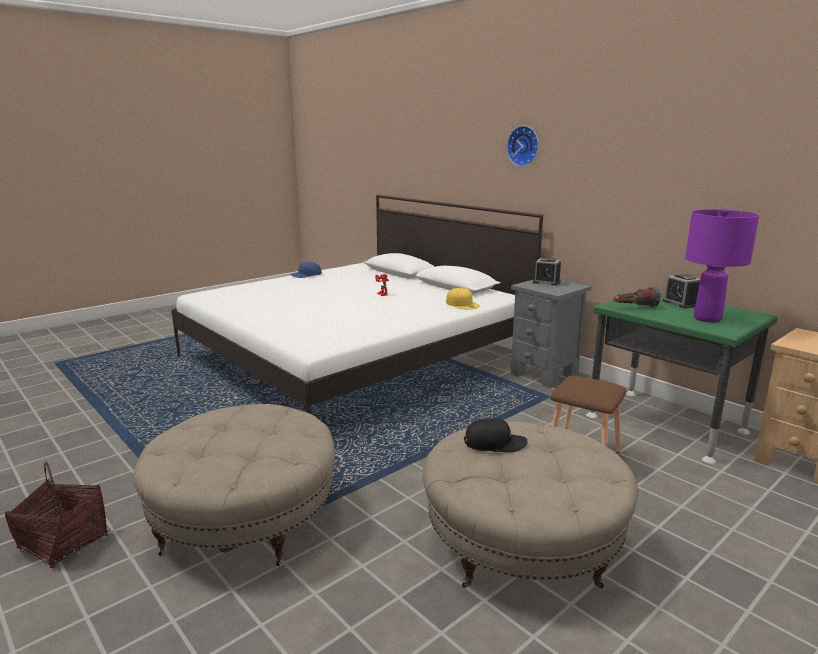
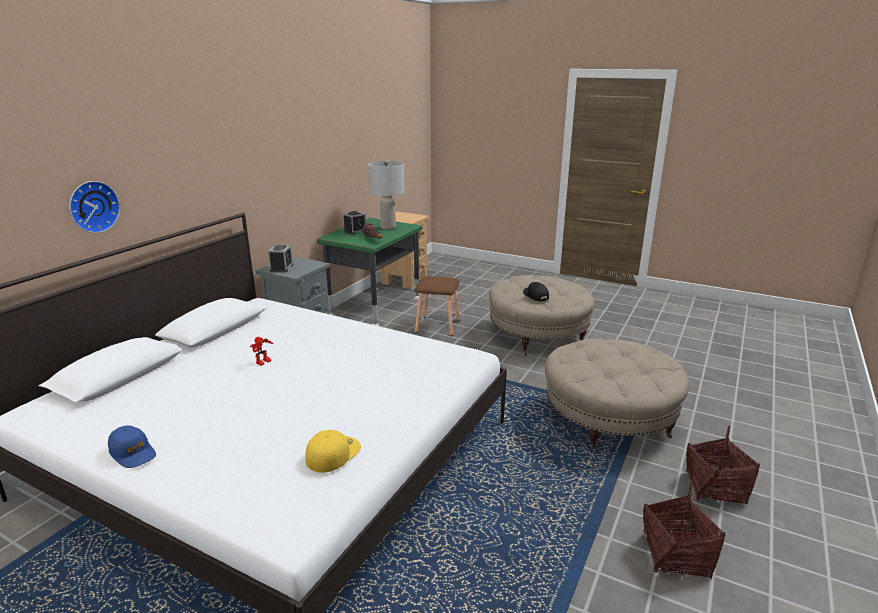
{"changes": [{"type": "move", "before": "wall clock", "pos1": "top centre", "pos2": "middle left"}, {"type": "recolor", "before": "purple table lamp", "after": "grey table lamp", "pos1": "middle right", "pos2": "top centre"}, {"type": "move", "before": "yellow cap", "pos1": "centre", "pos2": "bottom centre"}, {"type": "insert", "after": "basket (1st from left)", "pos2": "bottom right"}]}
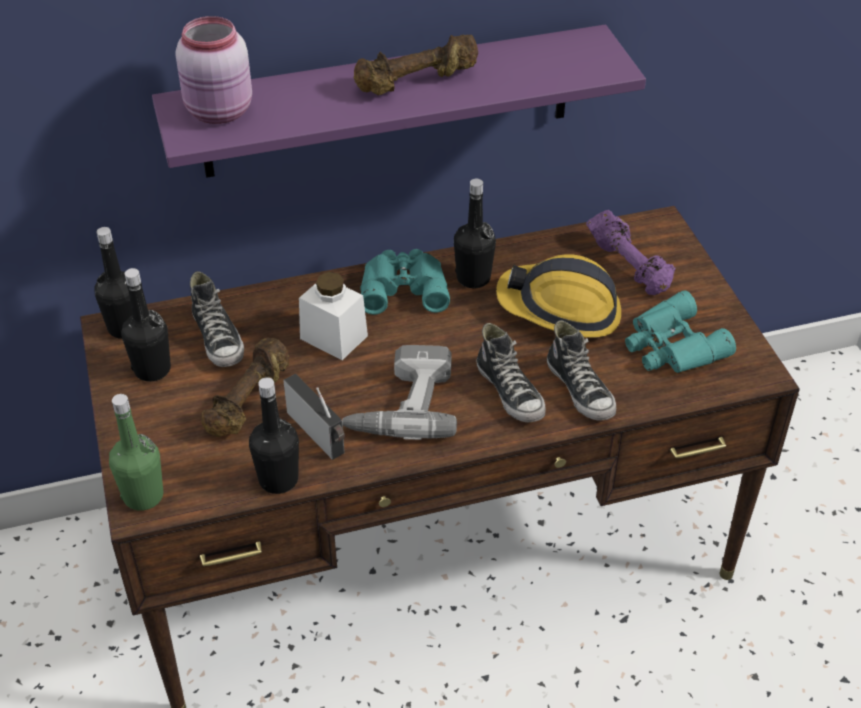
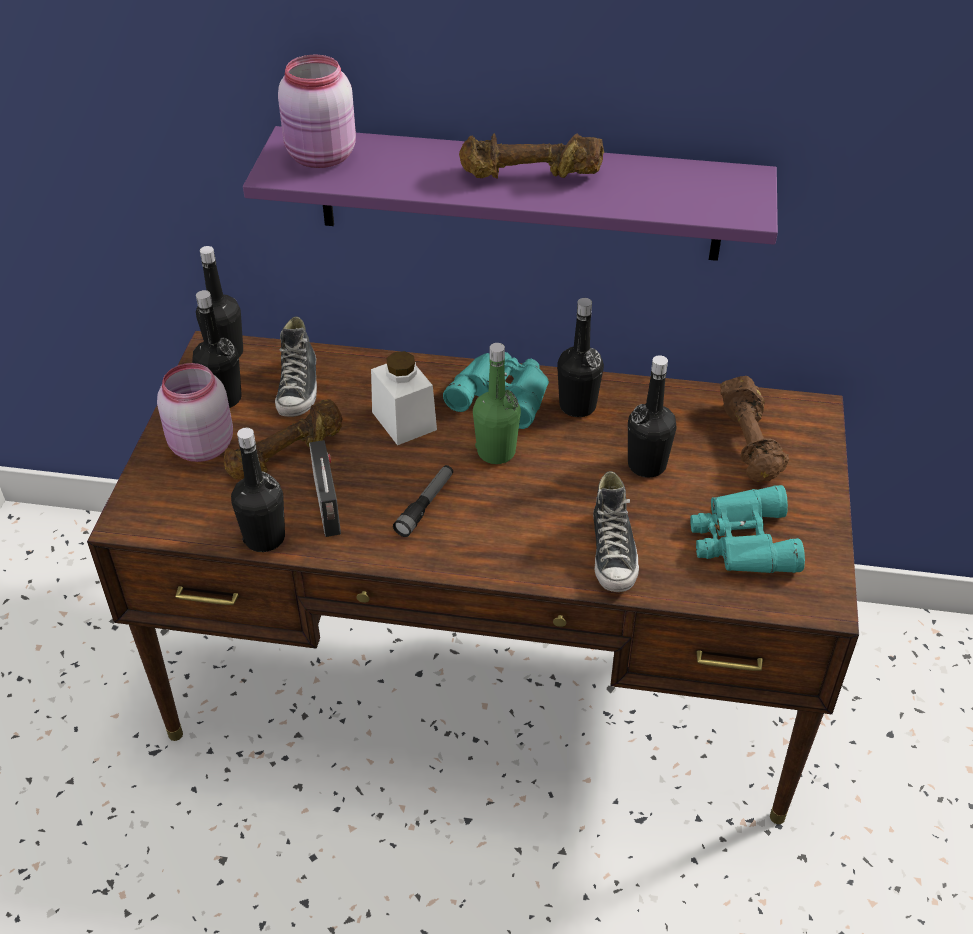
{"changes": [{"type": "recolor", "before": "purple dumbbell", "after": "brown dumbbell (3rd from left)", "pos1": "middle right", "pos2": "middle right"}, {"type": "replace", "before": "hard hat", "after": "black bottle (5th from left)", "pos1": "centre", "pos2": "middle right"}, {"type": "delete", "before": "shoe (2nd from left)", "pos1": "centre"}, {"type": "replace", "before": "power drill", "after": "flashlight", "pos1": "centre", "pos2": "centre"}, {"type": "move", "before": "green bottle", "pos1": "middle left", "pos2": "centre"}, {"type": "insert", "after": "pink jar (1st from left)", "pos2": "middle left"}]}
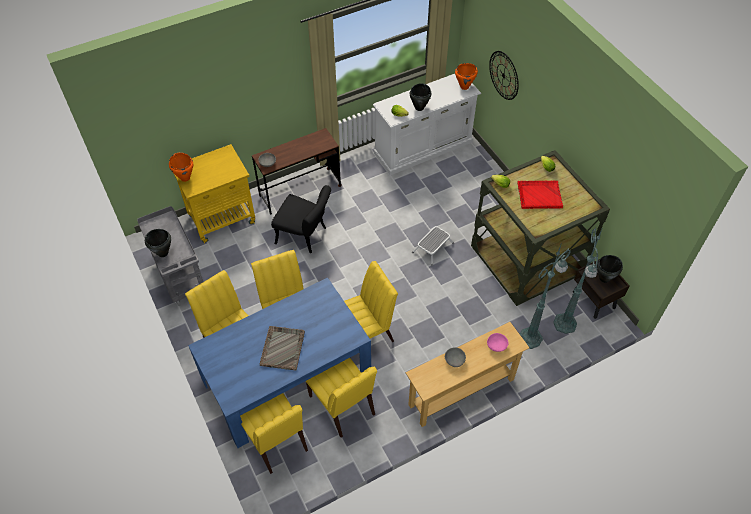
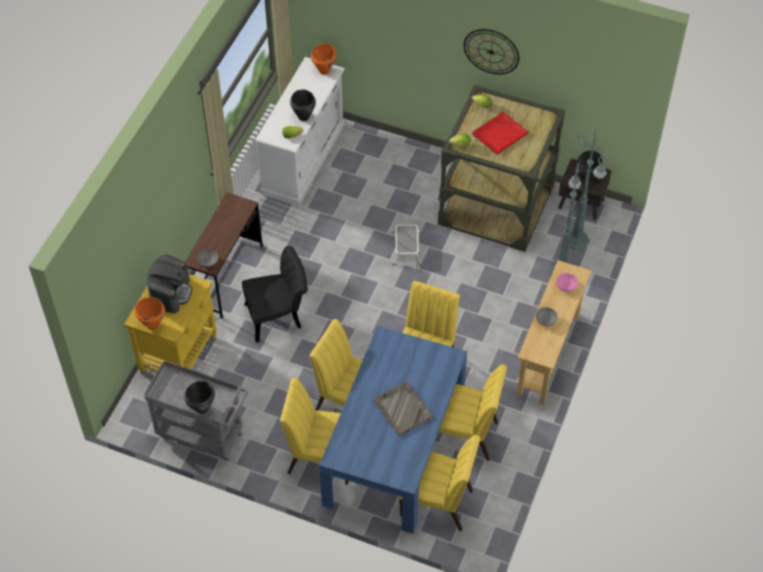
{"changes": [{"type": "move", "before": "wall clock", "pos1": "top right", "pos2": "top centre"}, {"type": "insert", "after": "coffee machine", "pos2": "middle left"}]}
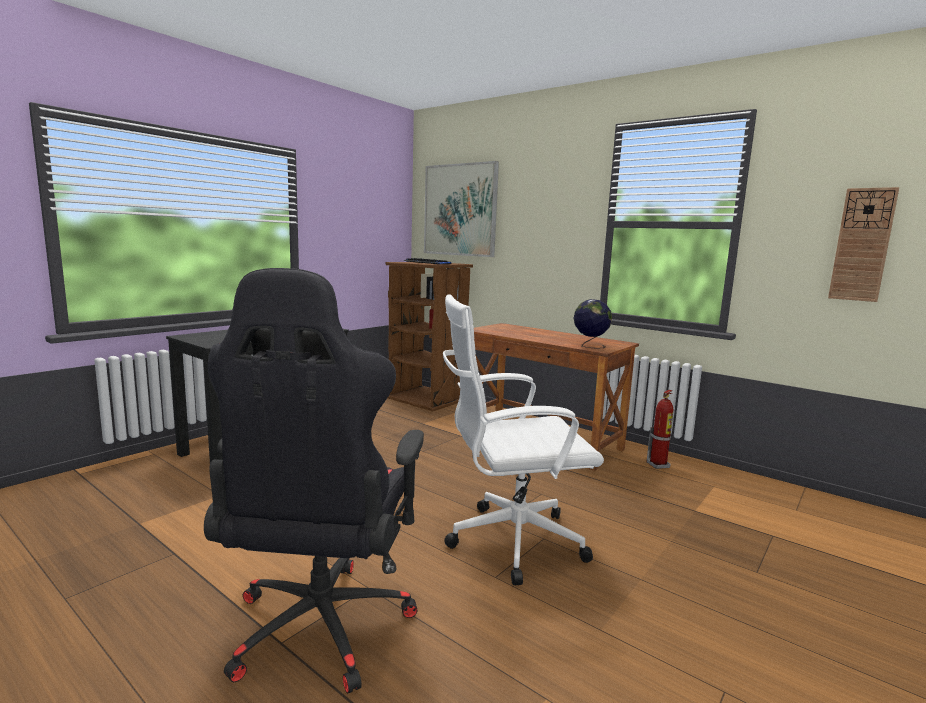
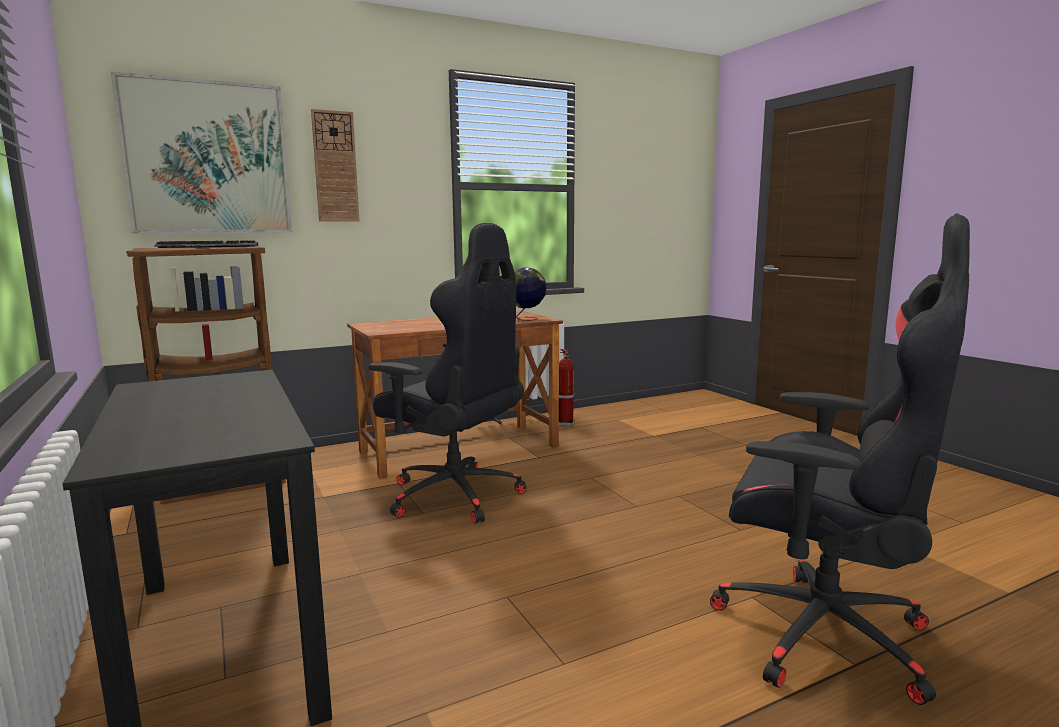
{"changes": [{"type": "move", "before": "wall clock", "pos1": "middle right", "pos2": "top left"}, {"type": "delete", "before": "white office chair", "pos1": "centre"}, {"type": "insert", "after": "black office chair (1st from left)", "pos2": "centre"}]}
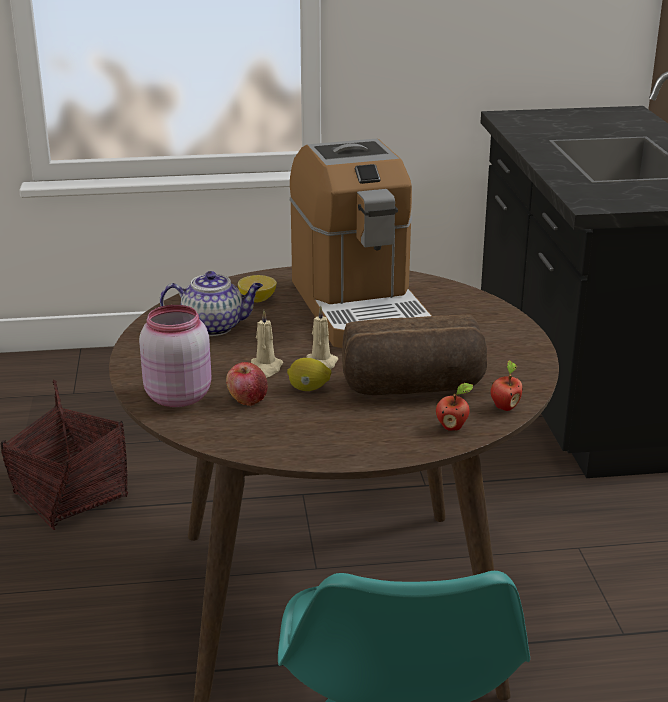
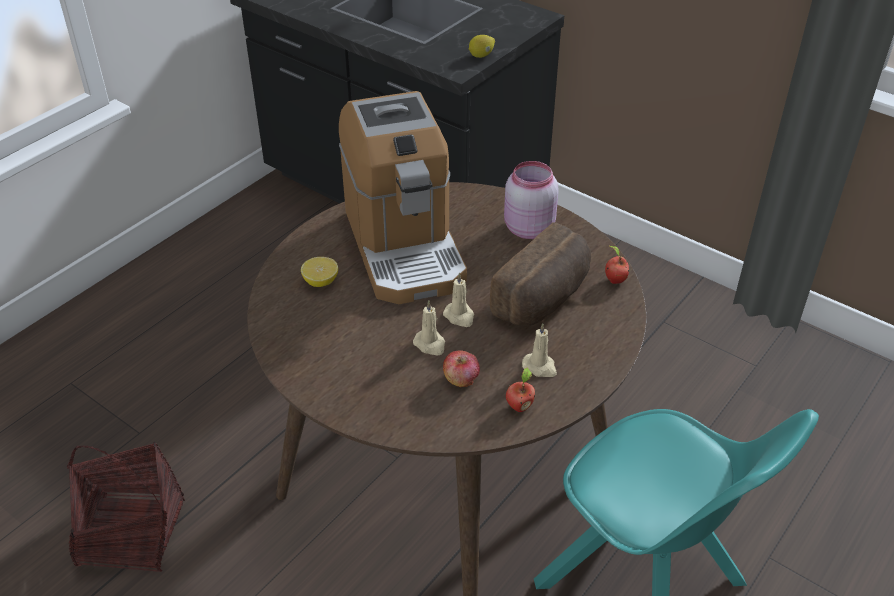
{"changes": [{"type": "rotate", "before": "coffee machine", "pos1": "centre", "pos2": "top centre", "turn": 45}, {"type": "delete", "before": "teapot", "pos1": "middle left"}, {"type": "move", "before": "pink jar", "pos1": "middle left", "pos2": "centre"}, {"type": "move", "before": "lemon (2nd from left)", "pos1": "centre", "pos2": "top centre"}, {"type": "move", "before": "apple (2nd from left)", "pos1": "middle right", "pos2": "centre"}, {"type": "insert", "after": "beige candle (3rd from left)", "pos2": "centre"}]}
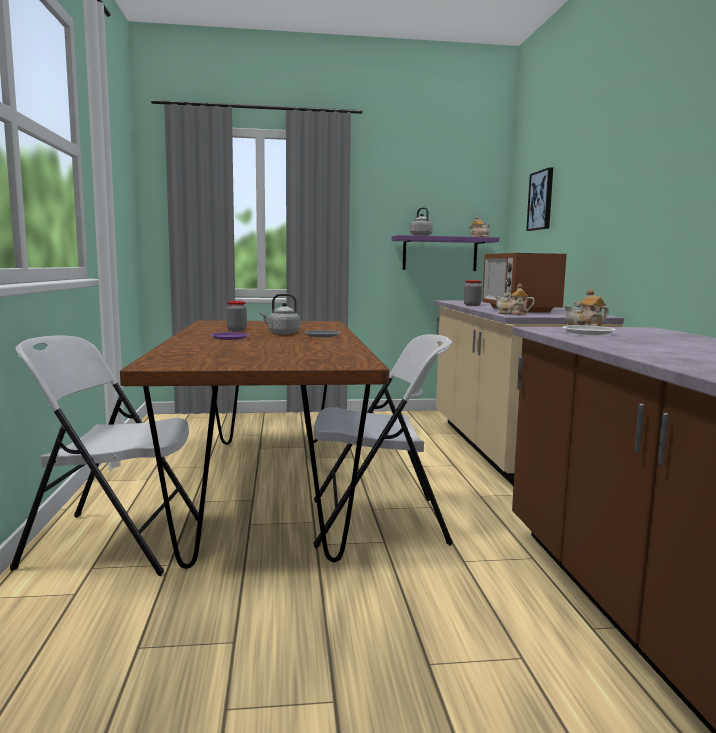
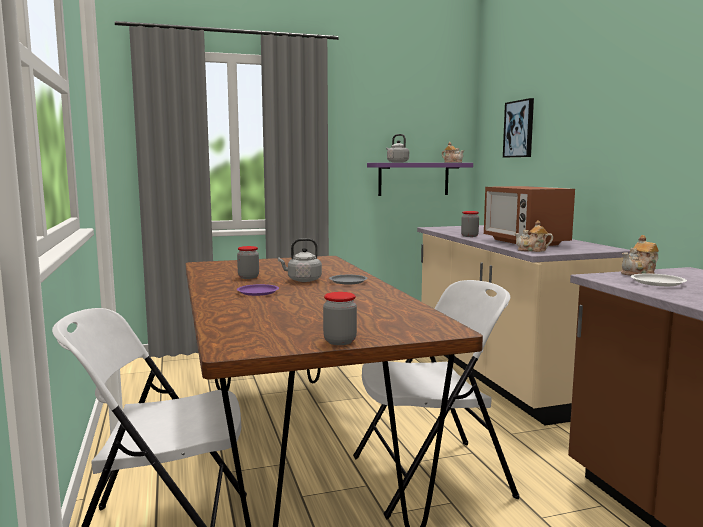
{"changes": [{"type": "insert", "after": "jar (2nd from left)", "pos2": "centre"}]}
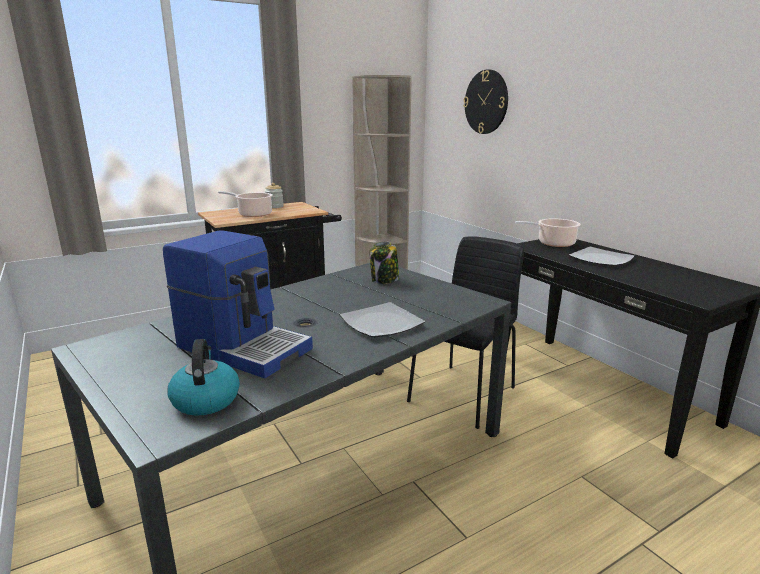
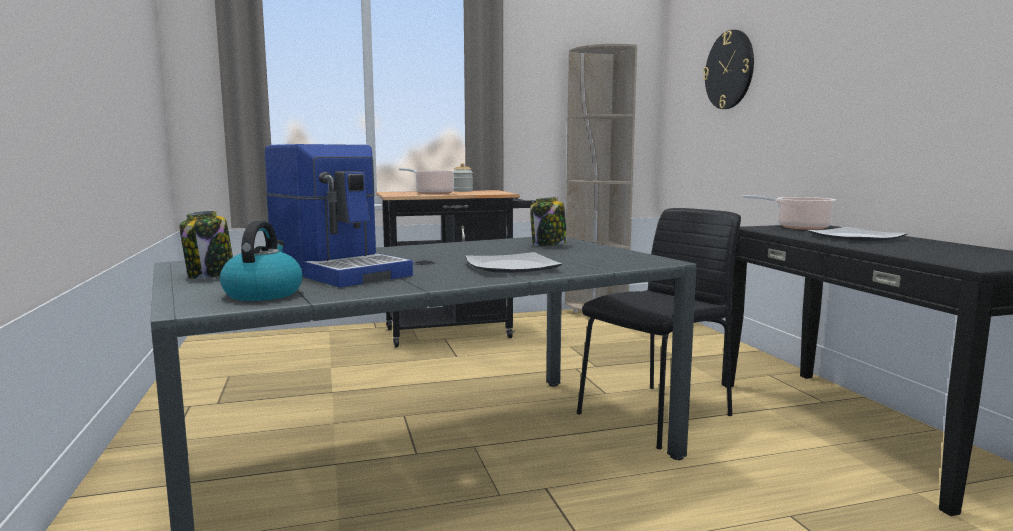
{"changes": [{"type": "insert", "after": "jar (1st from left)", "pos2": "middle left"}]}
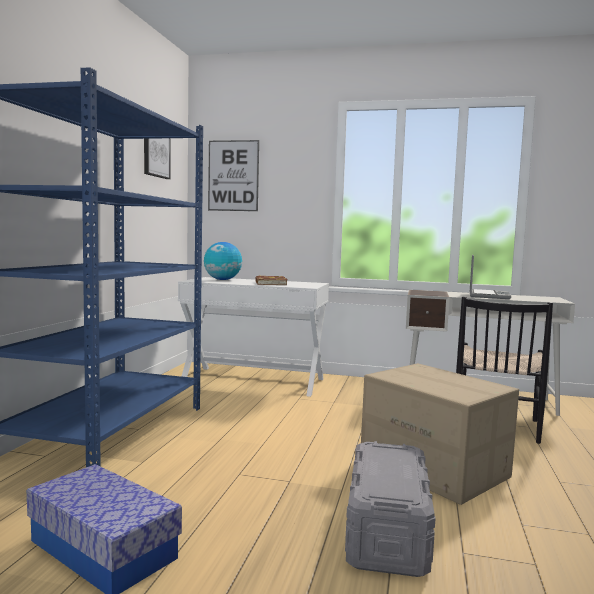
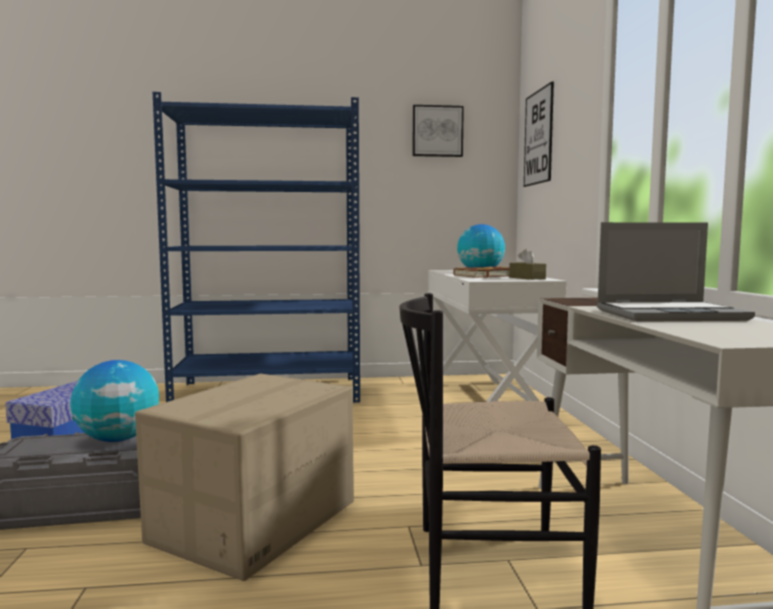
{"changes": [{"type": "insert", "after": "brown tissue box", "pos2": "middle right"}, {"type": "insert", "after": "globe (1st from left)", "pos2": "middle left"}]}
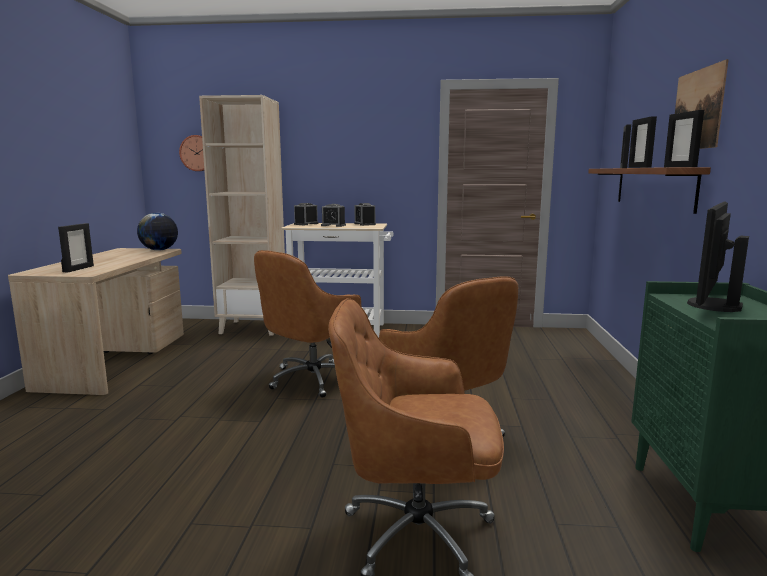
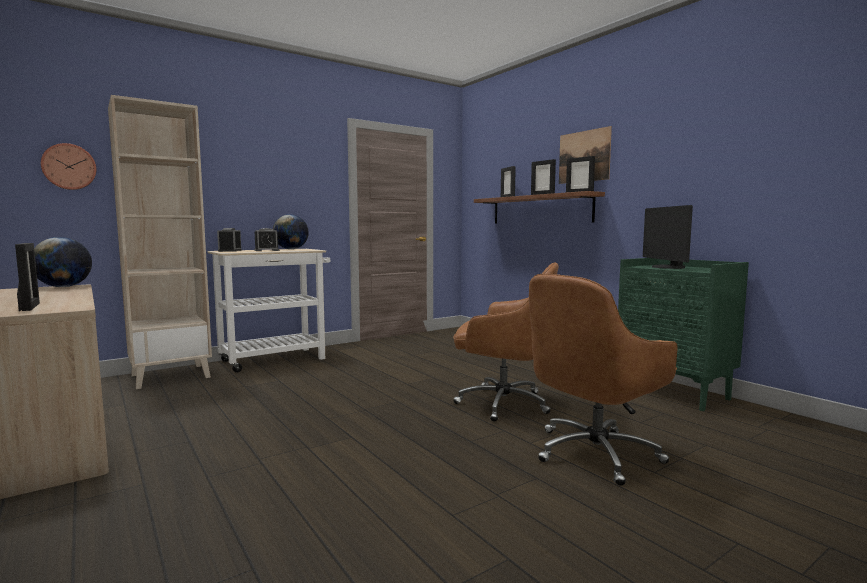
{"changes": [{"type": "replace", "before": "alarm clock (3rd from left)", "after": "globe (2nd from left)", "pos1": "centre", "pos2": "centre"}, {"type": "delete", "before": "brown office chair (1st from left)", "pos1": "centre"}]}
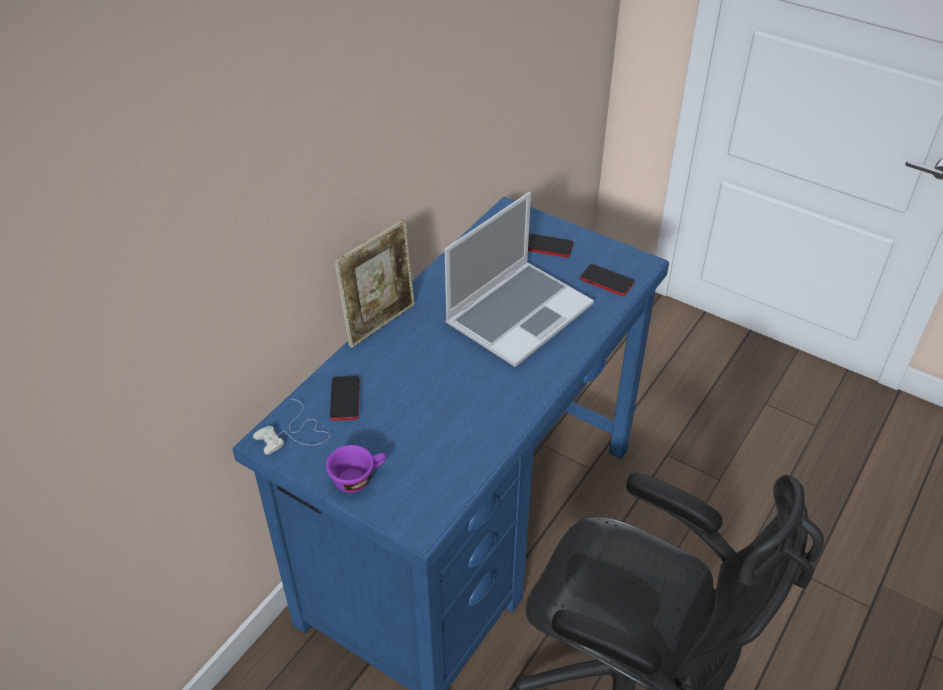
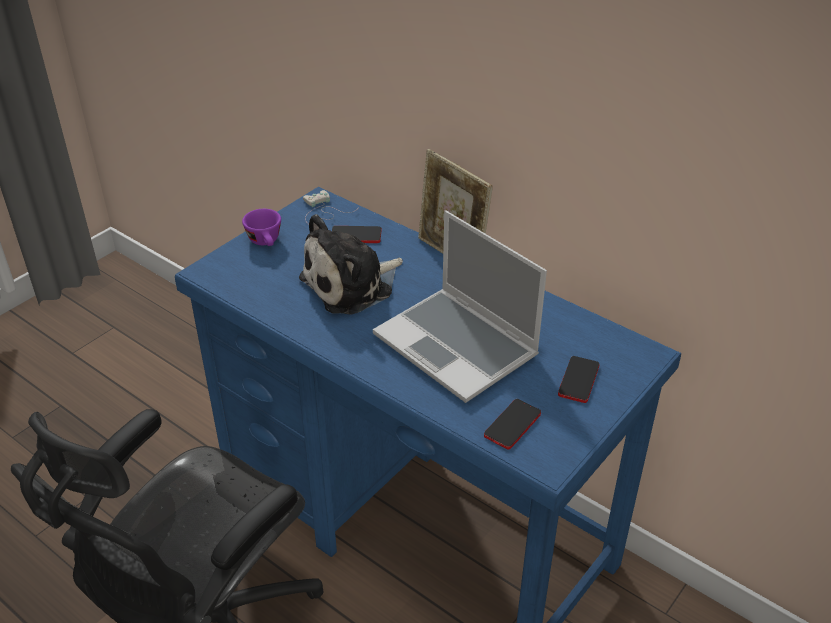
{"changes": [{"type": "insert", "after": "plush toy", "pos2": "centre"}]}
